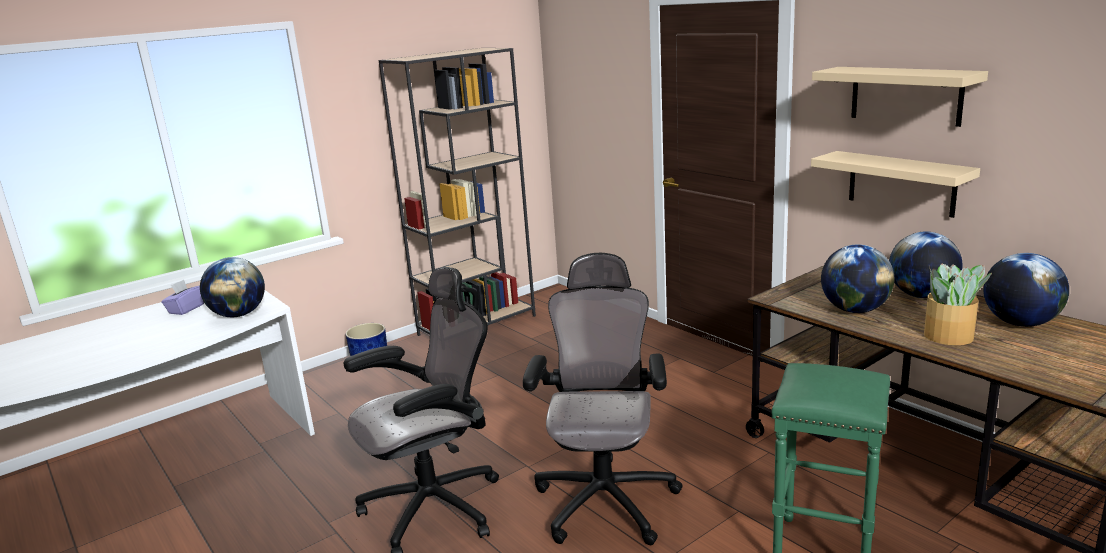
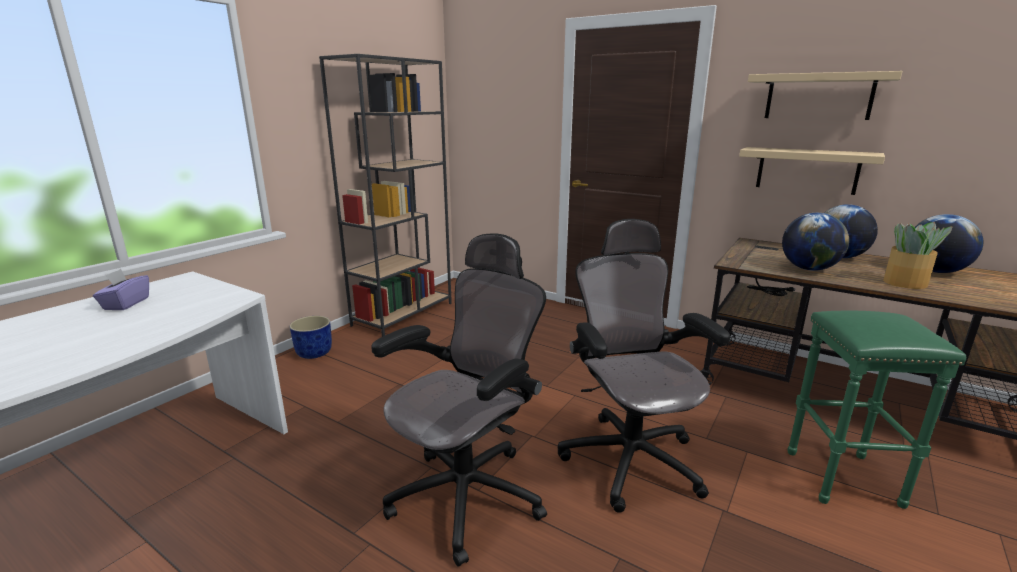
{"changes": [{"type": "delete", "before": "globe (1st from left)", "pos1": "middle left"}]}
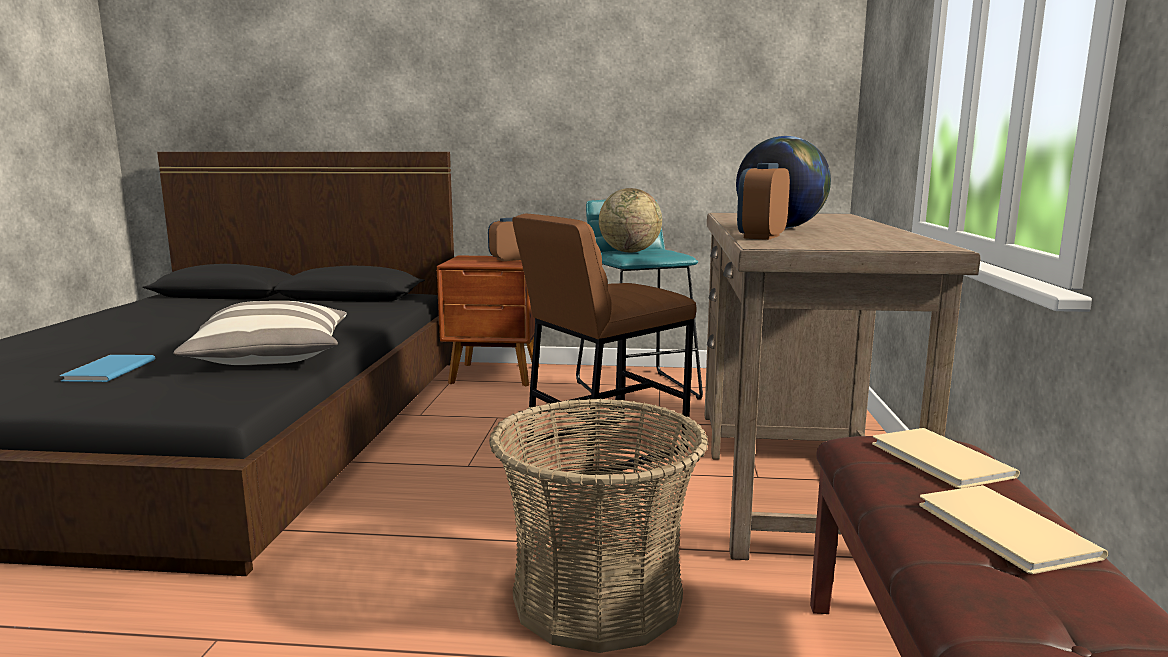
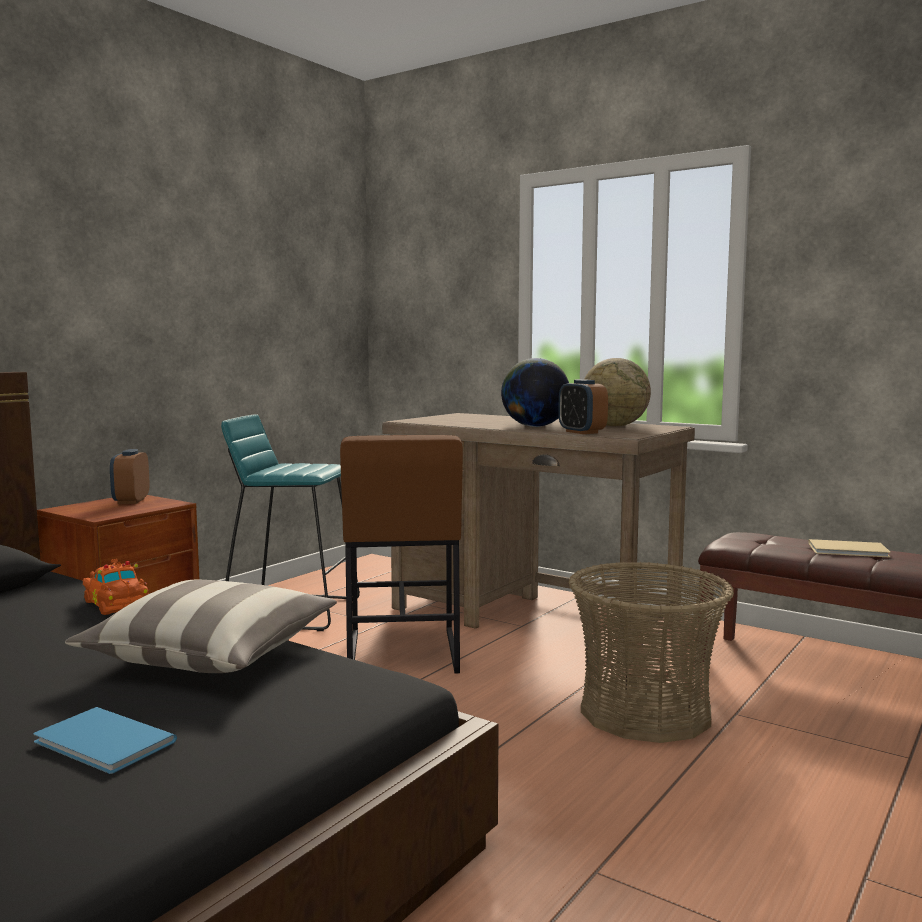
{"changes": [{"type": "move", "before": "globe (1st from left in the first image)", "after": "globe (2nd from left)", "pos1": "centre", "pos2": "middle right"}, {"type": "delete", "before": "beige book (1st from left)", "pos1": "bottom right"}, {"type": "insert", "after": "orange toy car", "pos2": "middle left"}]}
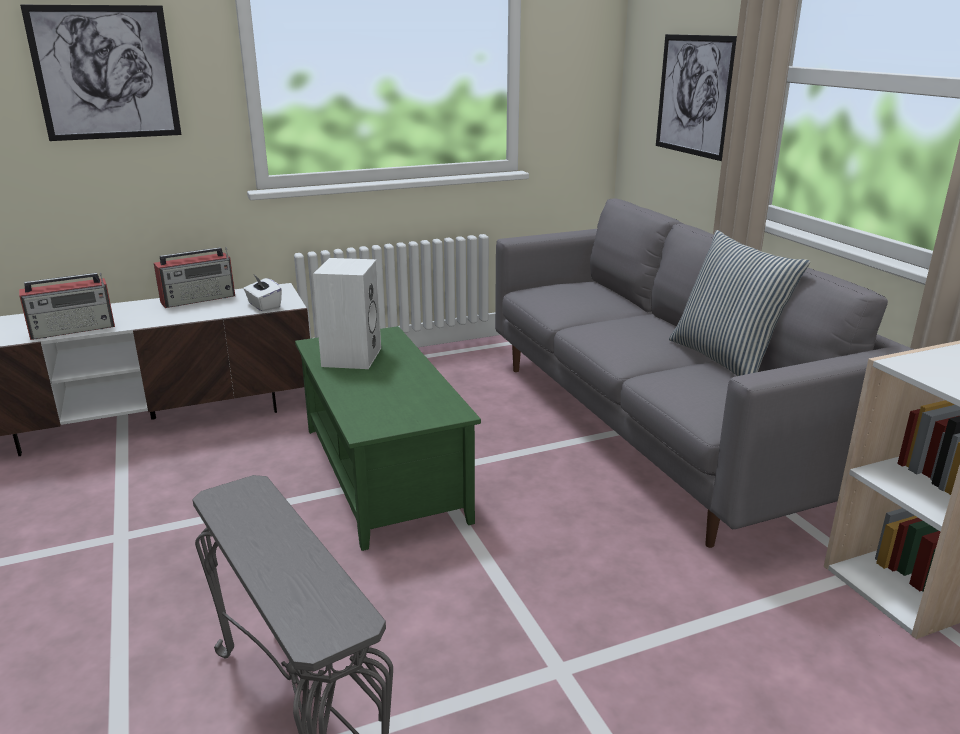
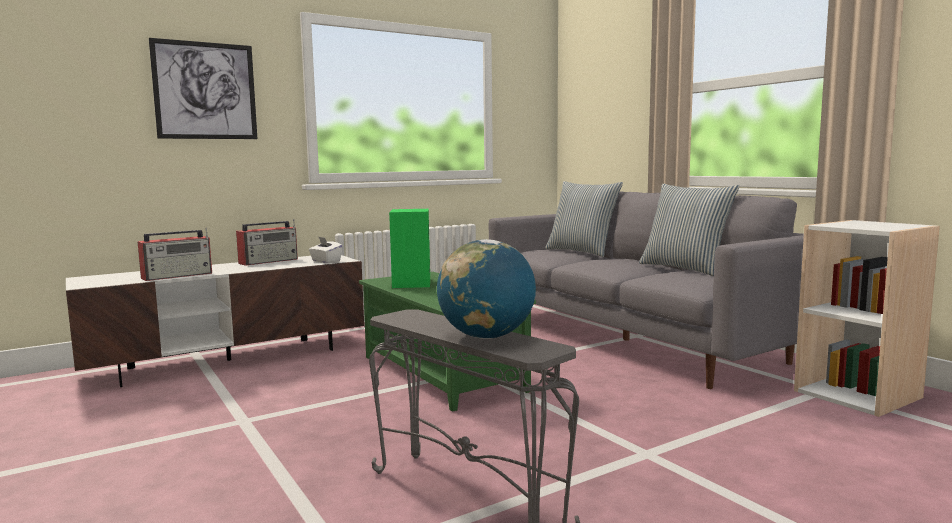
{"changes": [{"type": "delete", "before": "picture (2nd from left)", "pos1": "top right"}, {"type": "recolor", "before": "white speaker", "after": "green speaker", "pos1": "centre", "pos2": "centre"}, {"type": "insert", "after": "pillow (1st from left)", "pos2": "centre"}, {"type": "insert", "after": "globe", "pos2": "centre"}]}
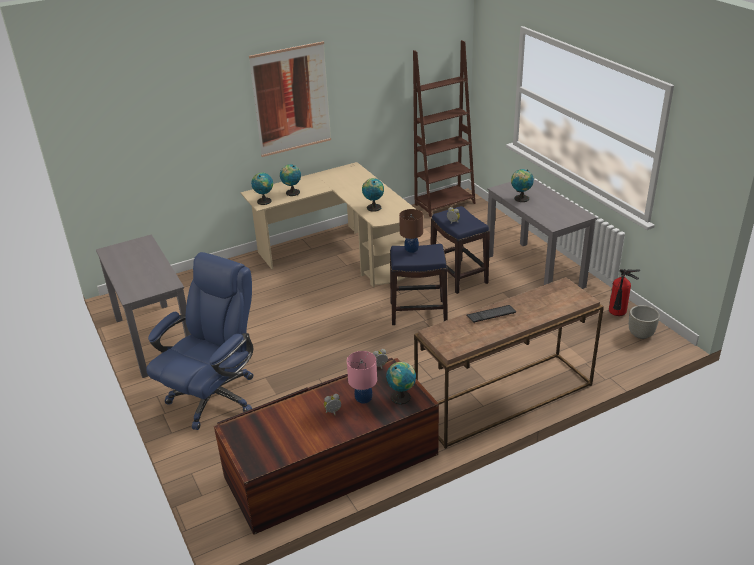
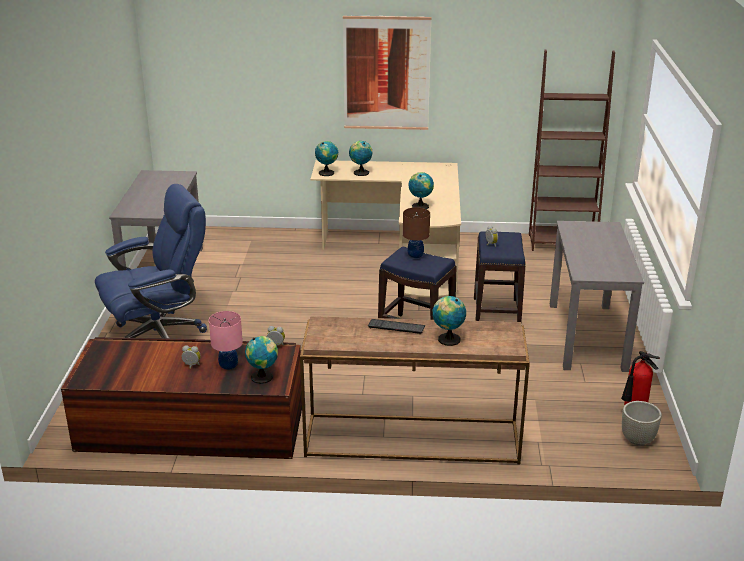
{"changes": [{"type": "move", "before": "globe (5th from left)", "pos1": "top right", "pos2": "centre"}]}
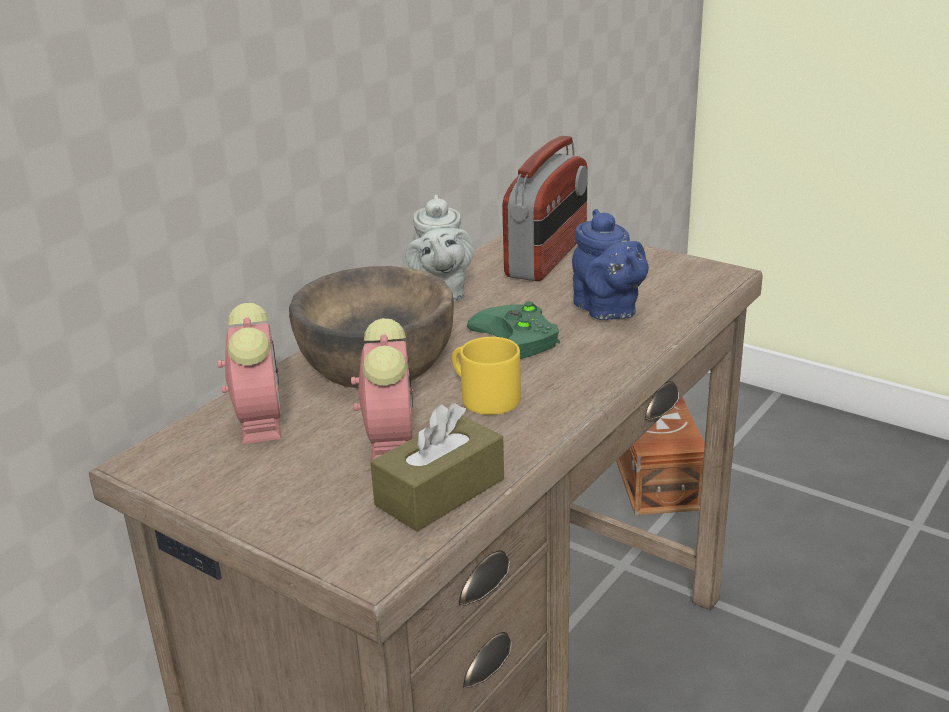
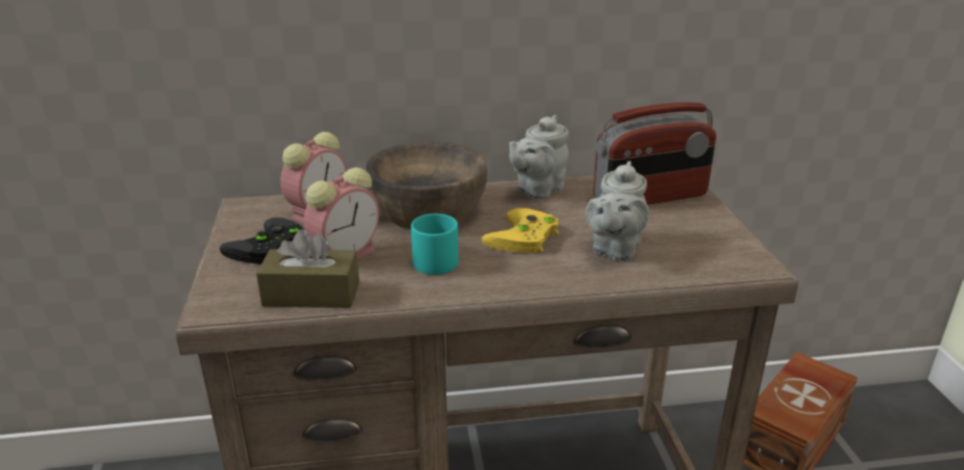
{"changes": [{"type": "recolor", "before": "blue teapot", "after": "grey teapot (2nd from left)", "pos1": "centre", "pos2": "centre"}, {"type": "recolor", "before": "green game controller", "after": "yellow game controller", "pos1": "centre", "pos2": "centre"}, {"type": "recolor", "before": "yellow mug", "after": "turquoise mug", "pos1": "centre", "pos2": "centre"}, {"type": "insert", "after": "black game controller", "pos2": "middle left"}]}
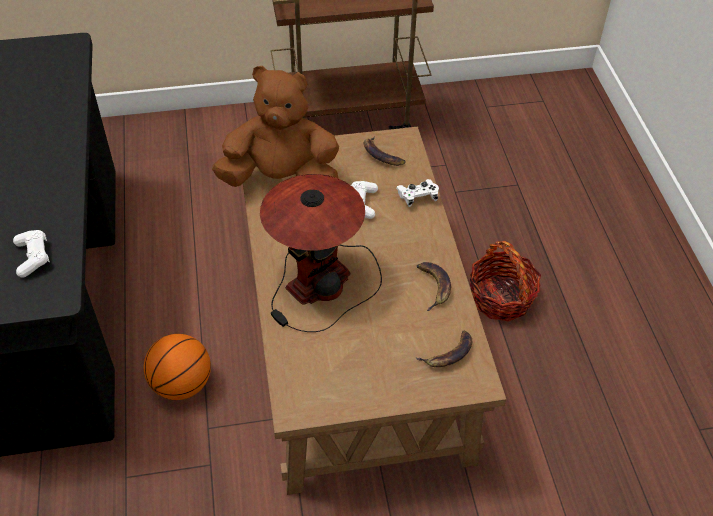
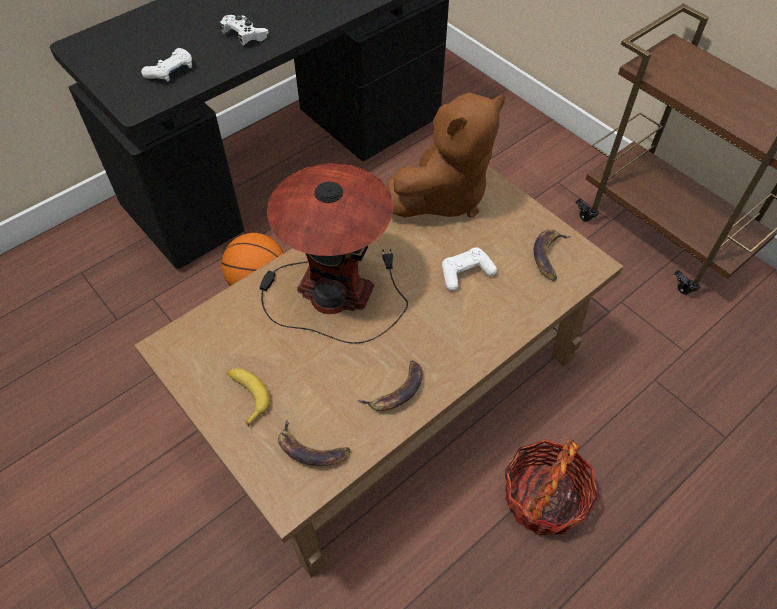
{"changes": [{"type": "rotate", "before": "brown plush toy", "pos1": "top centre", "pos2": "top centre", "turn": 75}, {"type": "move", "before": "white game controller (3rd from left in the first image)", "after": "white game controller (2nd from left)", "pos1": "centre", "pos2": "top left"}, {"type": "insert", "after": "banana (1st from left)", "pos2": "middle left"}]}
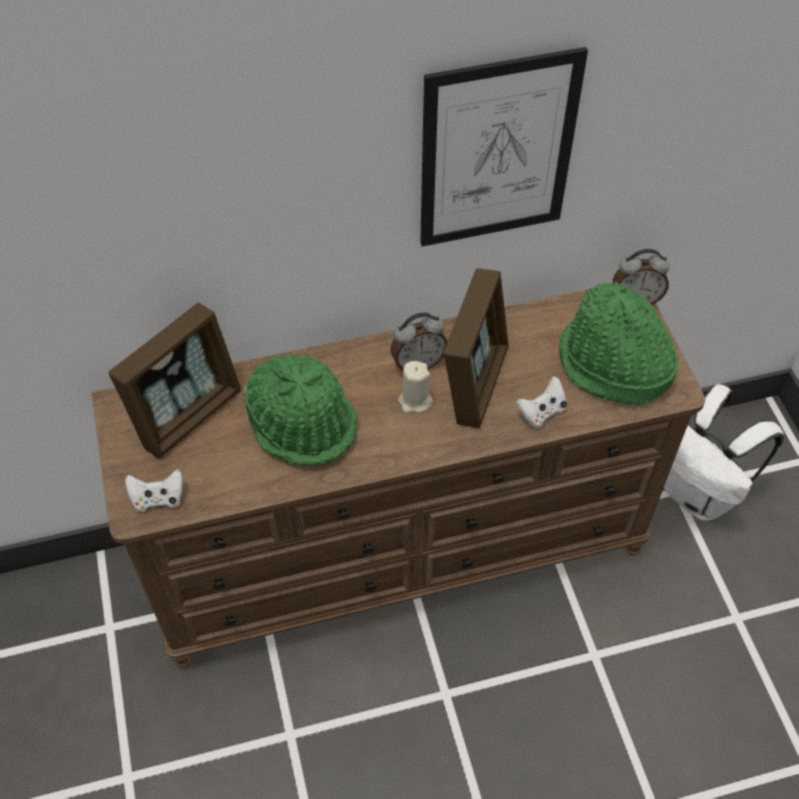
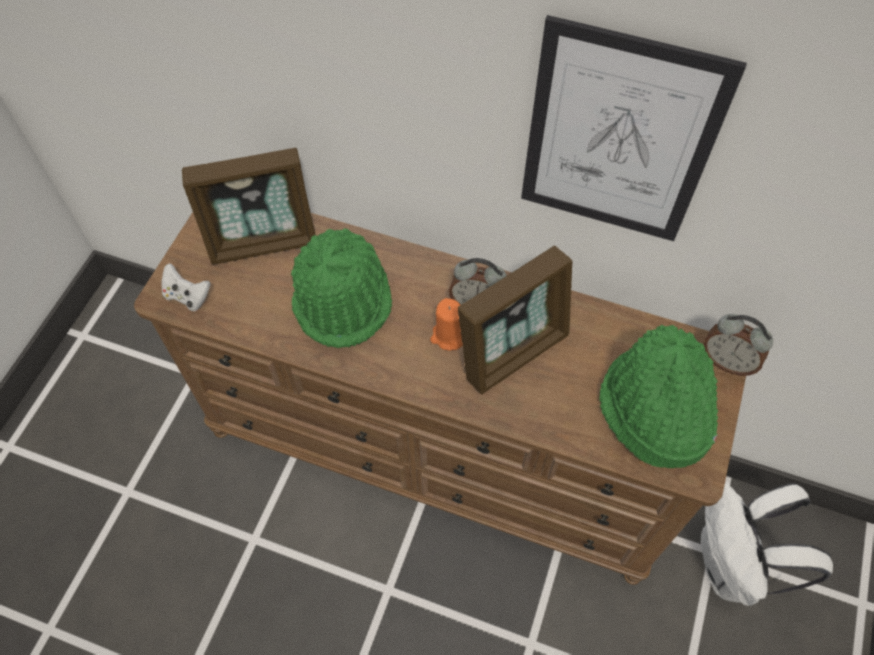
{"changes": [{"type": "recolor", "before": "beige candle", "after": "orange candle", "pos1": "centre", "pos2": "centre"}, {"type": "delete", "before": "white game controller (2nd from left)", "pos1": "middle right"}]}
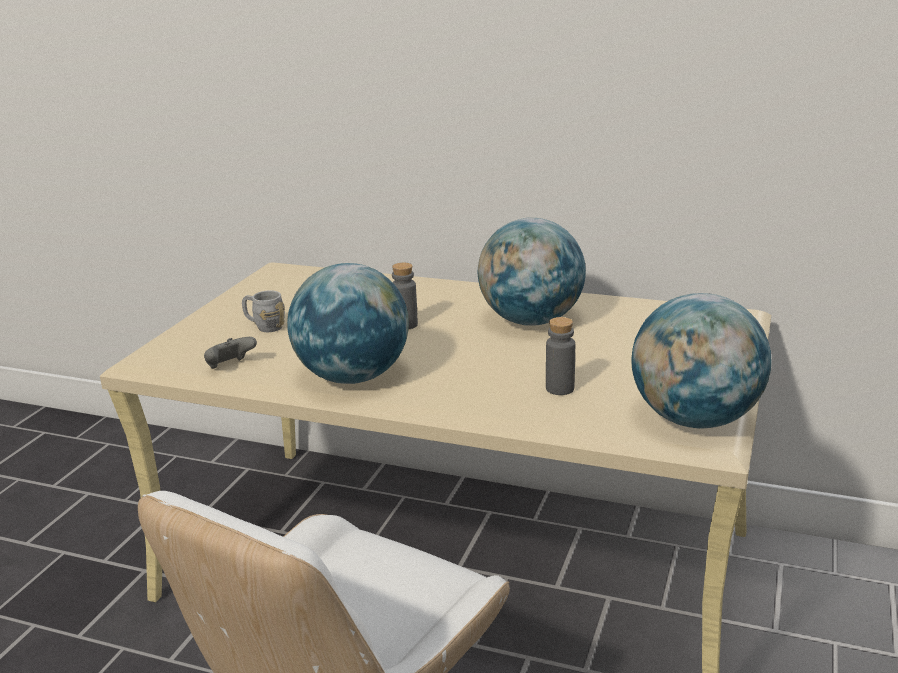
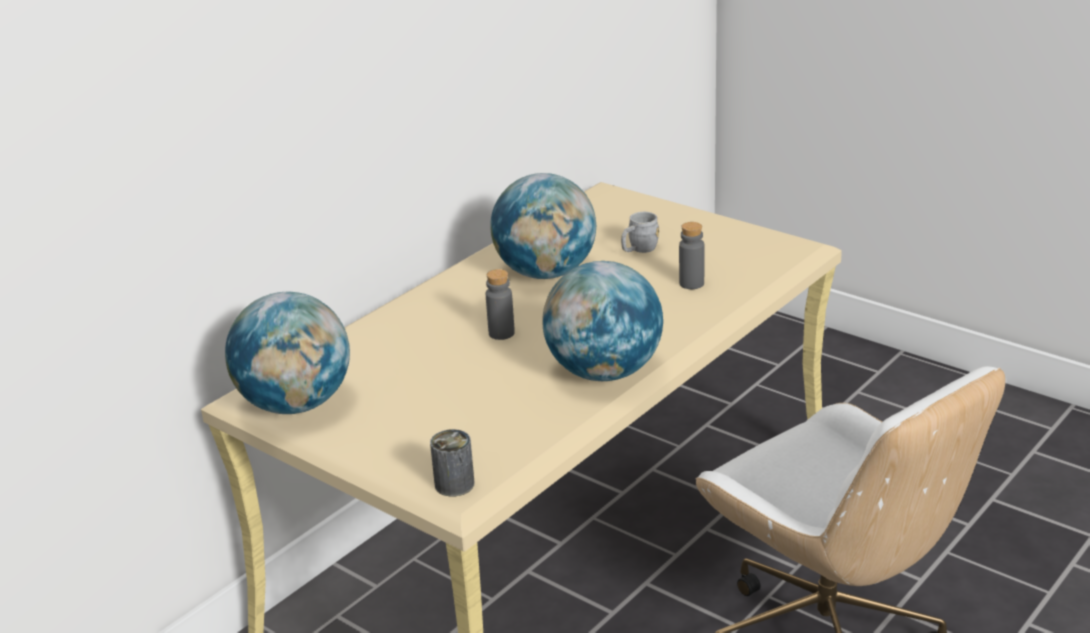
{"changes": [{"type": "move", "before": "grey mug", "pos1": "middle left", "pos2": "centre"}, {"type": "move", "before": "globe (3rd from left in the first image)", "after": "globe (1st from left)", "pos1": "middle right", "pos2": "middle left"}, {"type": "delete", "before": "grey game controller", "pos1": "middle left"}, {"type": "insert", "after": "can", "pos2": "bottom centre"}]}
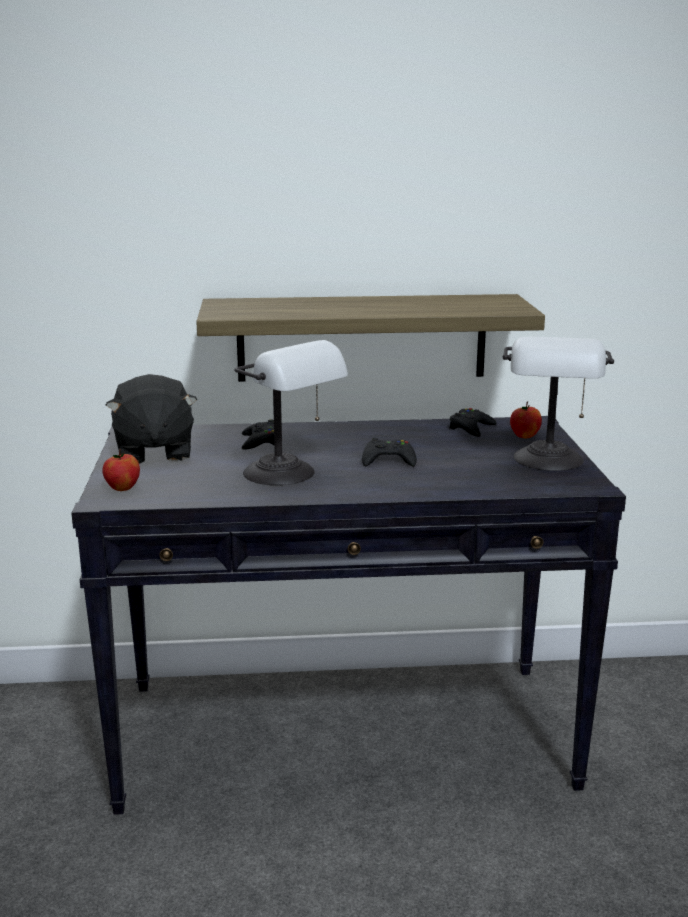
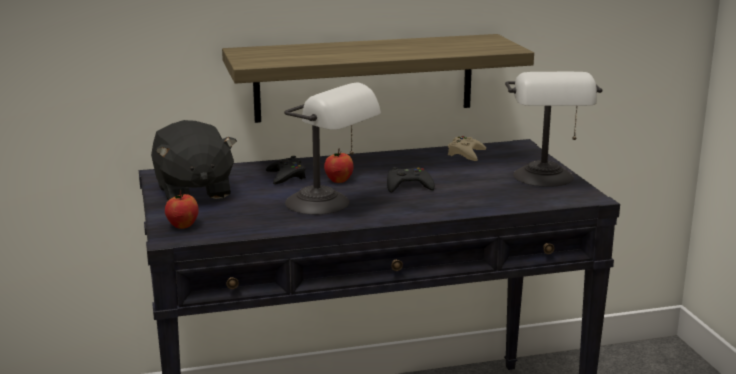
{"changes": [{"type": "move", "before": "apple (2nd from left)", "pos1": "middle right", "pos2": "centre"}, {"type": "recolor", "before": "black game controller (3rd from left)", "after": "beige game controller", "pos1": "middle right", "pos2": "centre"}]}
